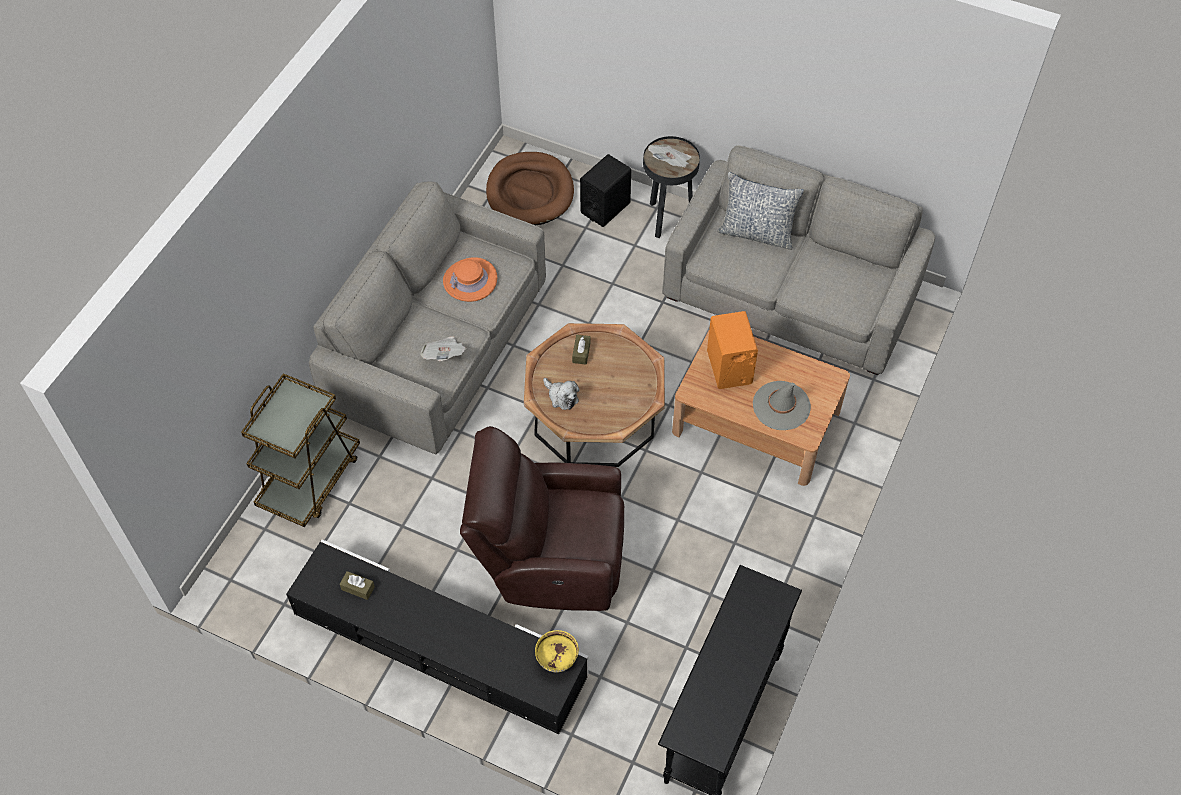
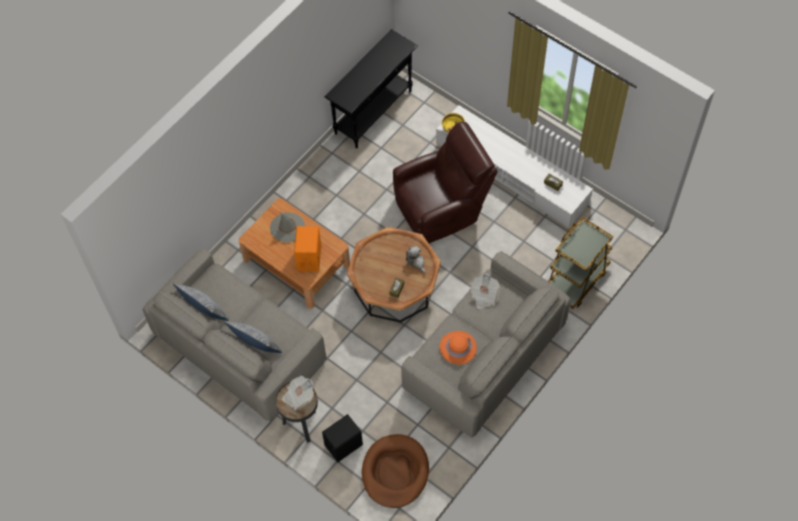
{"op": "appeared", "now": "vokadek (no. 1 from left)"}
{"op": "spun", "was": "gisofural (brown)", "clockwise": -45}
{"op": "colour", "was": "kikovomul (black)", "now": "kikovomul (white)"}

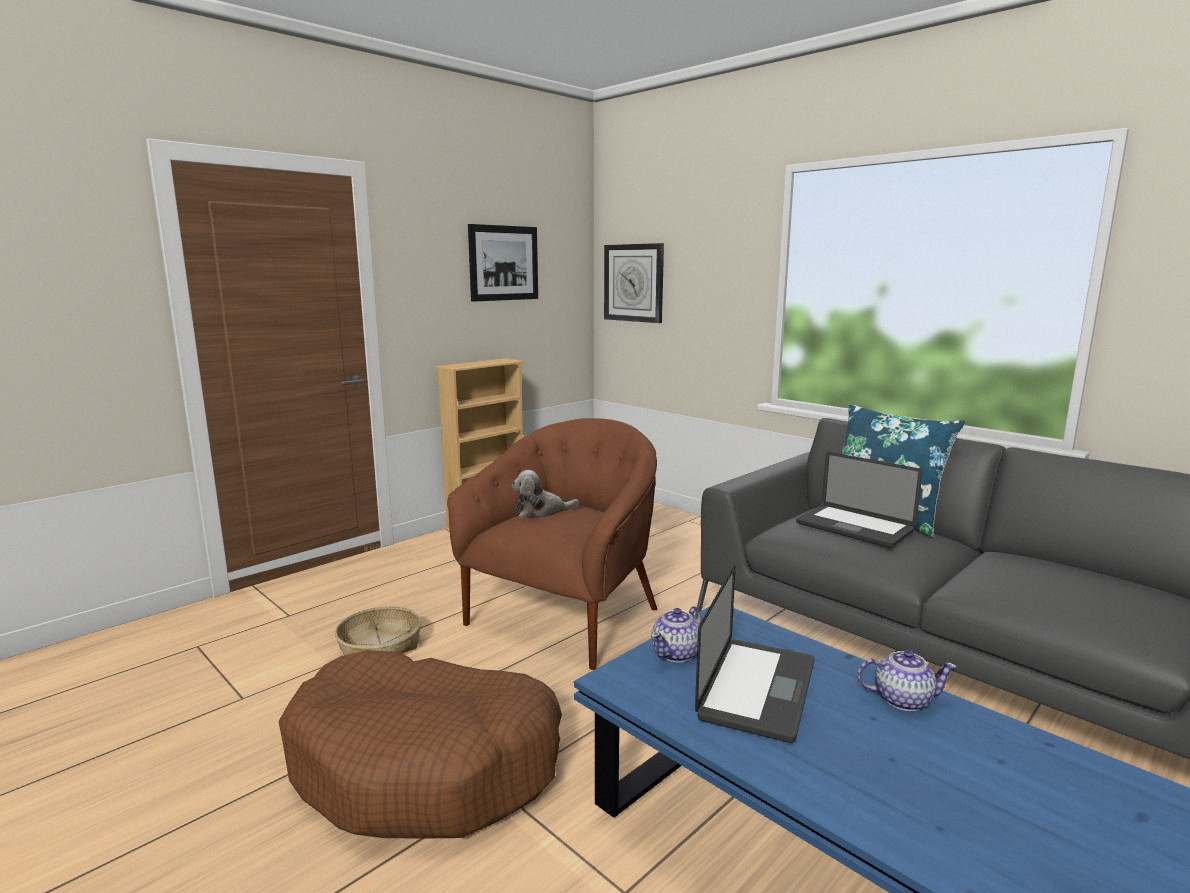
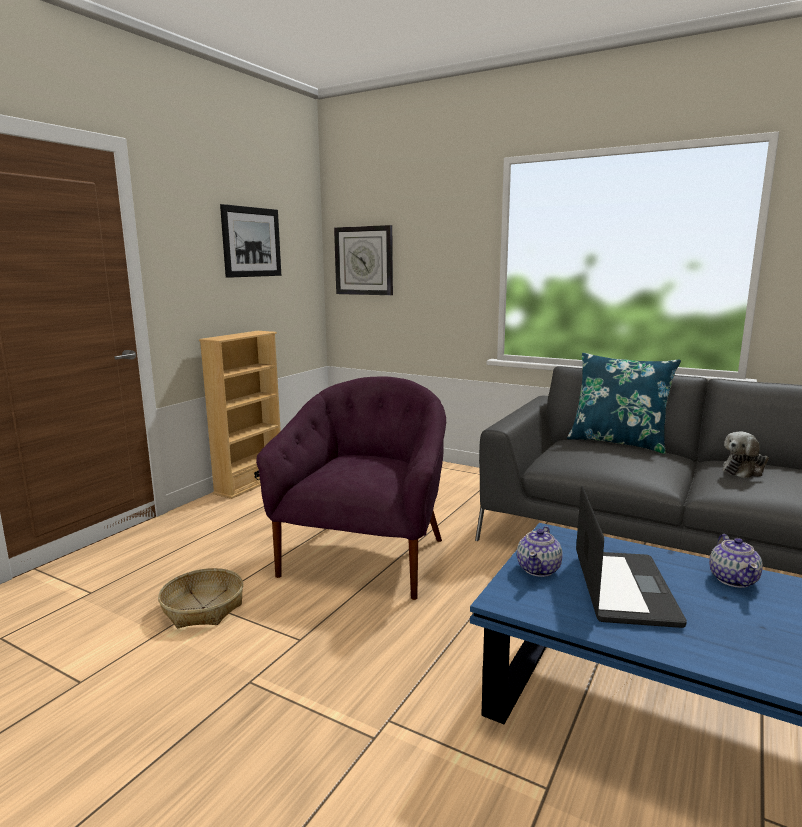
{"op": "colour", "was": "gisofural (brown)", "now": "gisofural (purple)"}
{"op": "spun", "was": "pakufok (no. 2 from left)", "clockwise": 105}
{"op": "relocated", "was": "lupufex"}
{"op": "missing", "was": "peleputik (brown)"}
{"op": "missing", "was": "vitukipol (no. 2 from left)"}

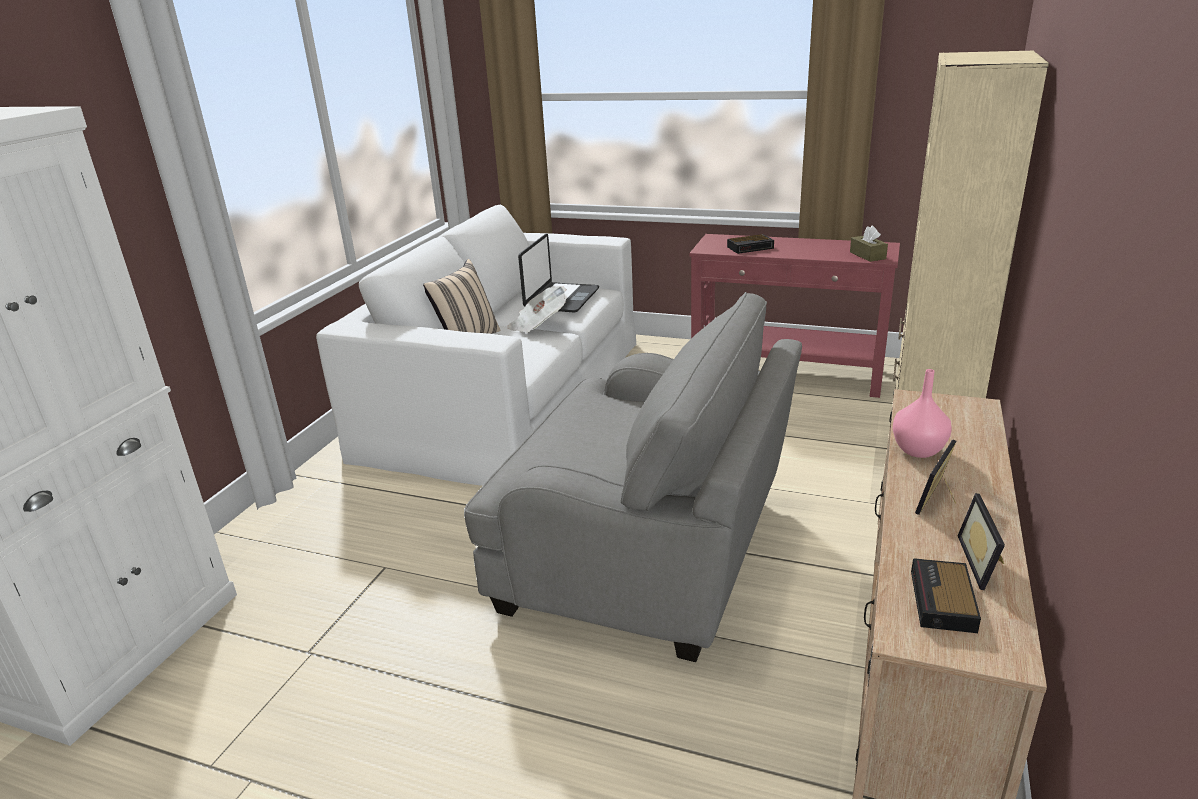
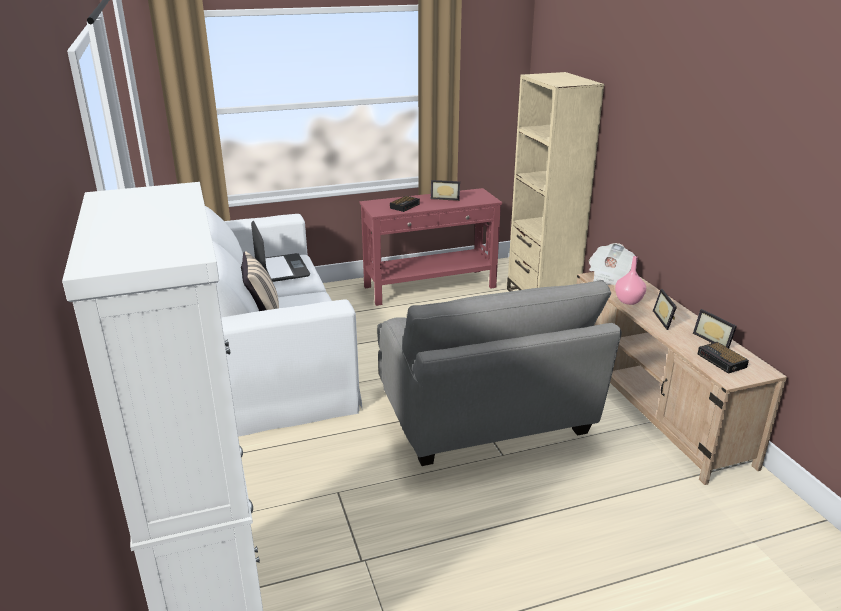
{"op": "spun", "was": "gisofural (grey)", "clockwise": 90}
{"op": "appeared", "now": "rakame (no. 1 from left)"}
{"op": "relocated", "was": "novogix"}
{"op": "missing", "was": "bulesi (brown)"}

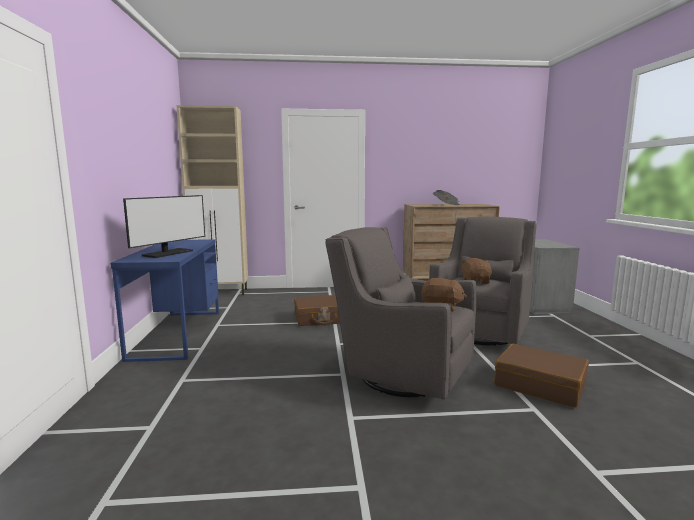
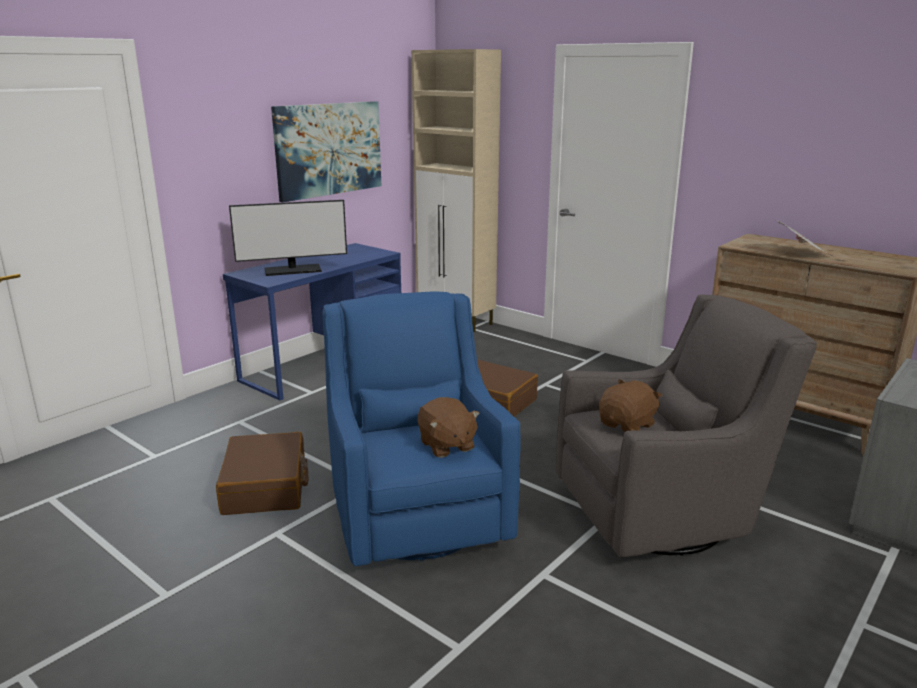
{"op": "relocated", "was": "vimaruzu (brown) (no. 2 from left in the first image)", "now": "vimaruzu (brown) (no. 1 from left)"}
{"op": "appeared", "now": "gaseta"}
{"op": "colour", "was": "gisofural (grey) (no. 1 from left)", "now": "gisofural (blue)"}

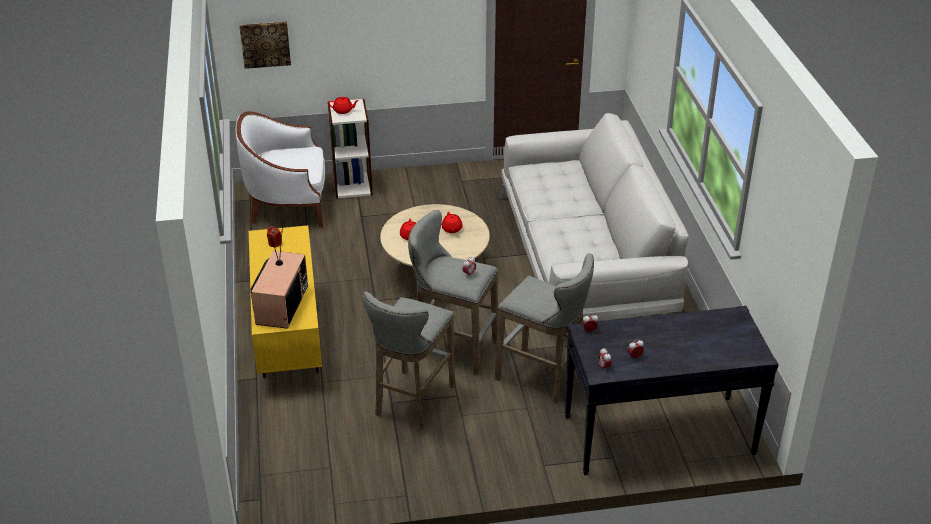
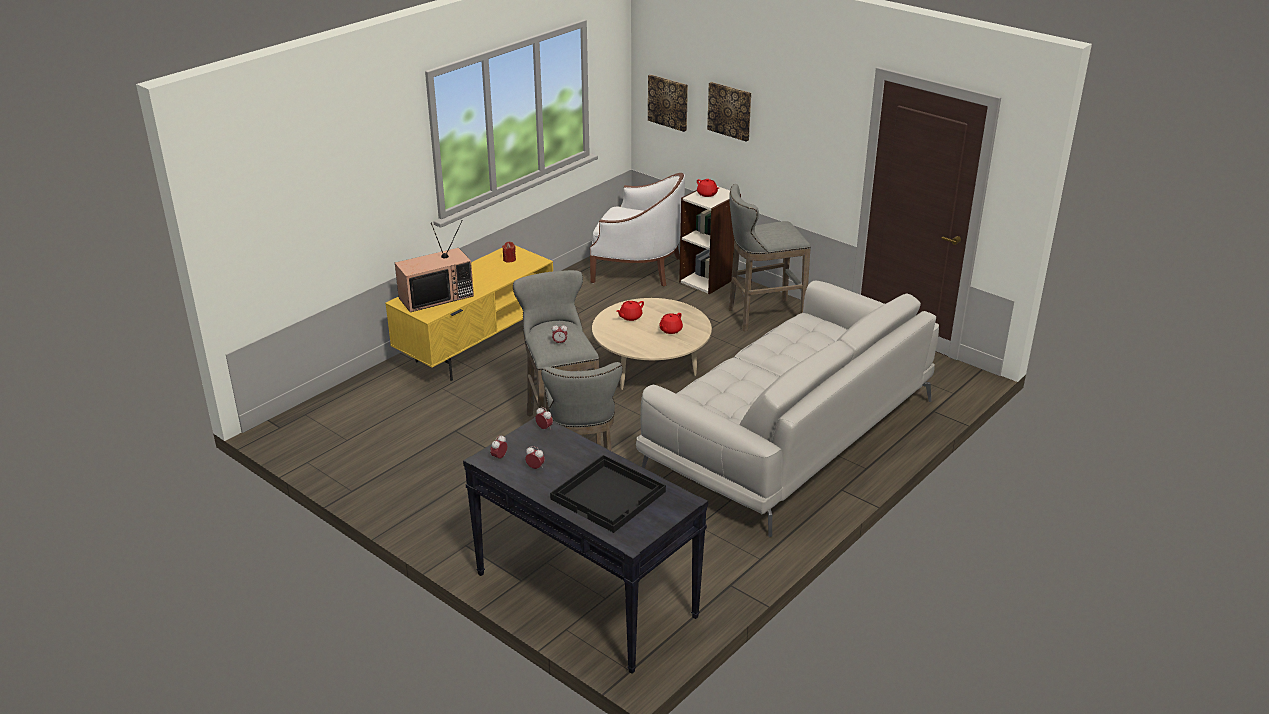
{"op": "appeared", "now": "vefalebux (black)"}
{"op": "spun", "was": "gisofural (white)", "clockwise": 150}
{"op": "appeared", "now": "gaseta (no. 2 from left)"}
{"op": "relocated", "was": "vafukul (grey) (no. 1 from left in the first image)", "now": "vafukul (grey) (no. 3 from left)"}

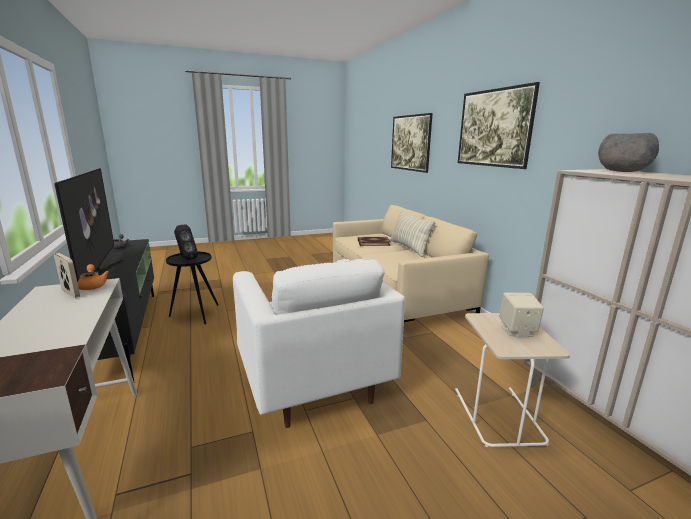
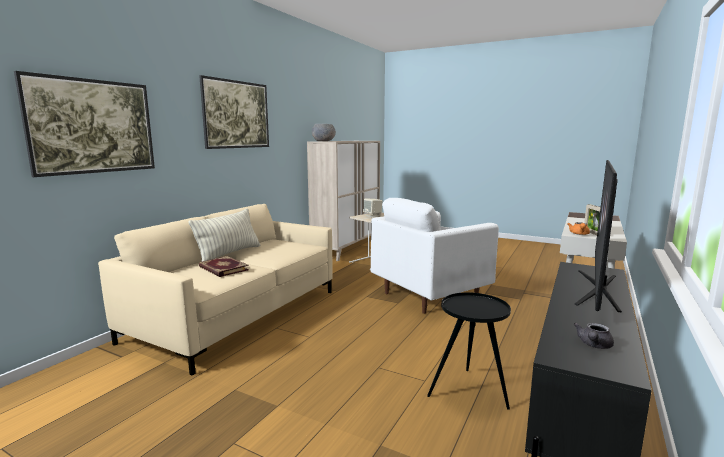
{"op": "spun", "was": "gisofural (white)", "clockwise": -150}
{"op": "missing", "was": "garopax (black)"}

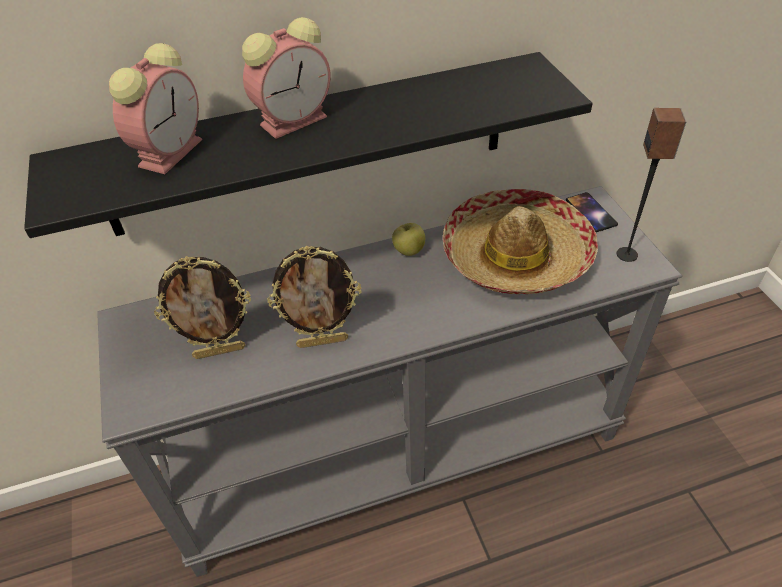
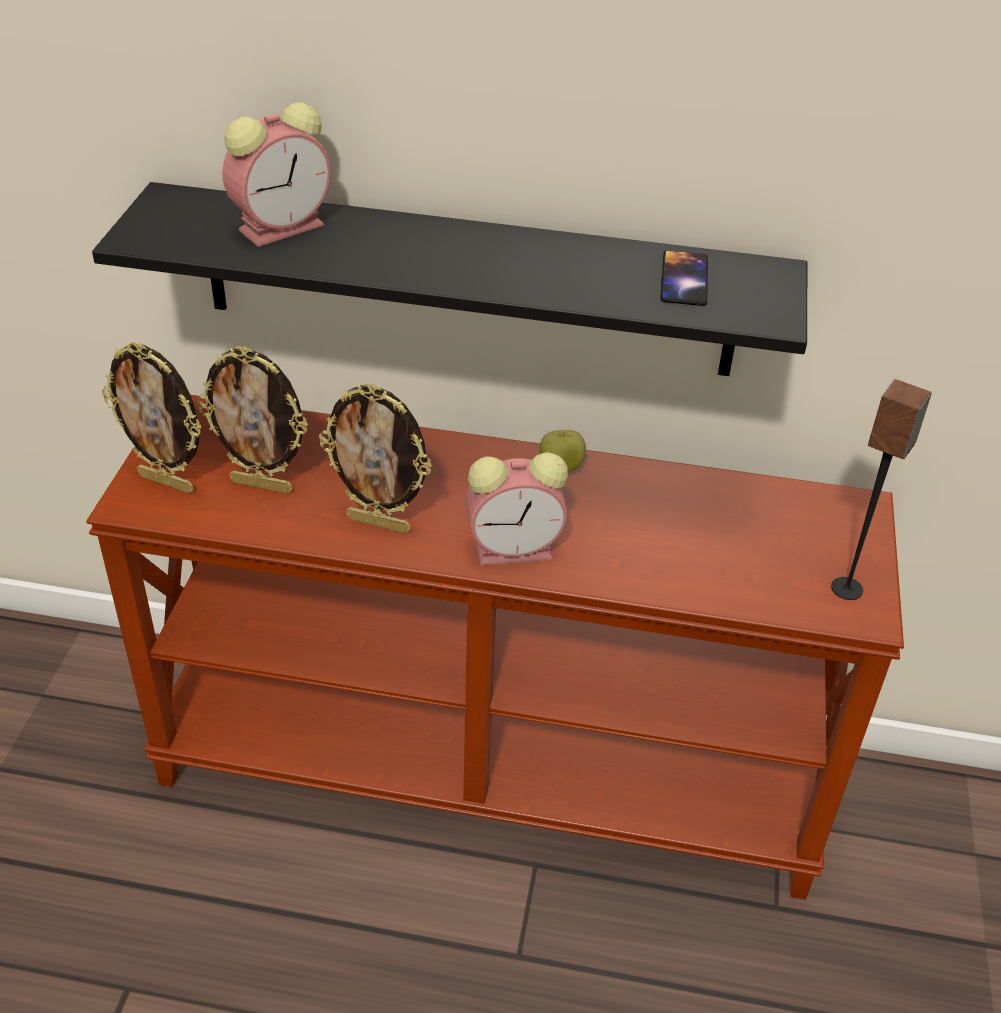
{"op": "colour", "was": "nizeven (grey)", "now": "nizeven (brown)"}
{"op": "appeared", "now": "rakame (no. 1 from left)"}
{"op": "relocated", "was": "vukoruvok (no. 2 from left)"}
{"op": "relocated", "was": "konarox"}
{"op": "missing", "was": "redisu"}

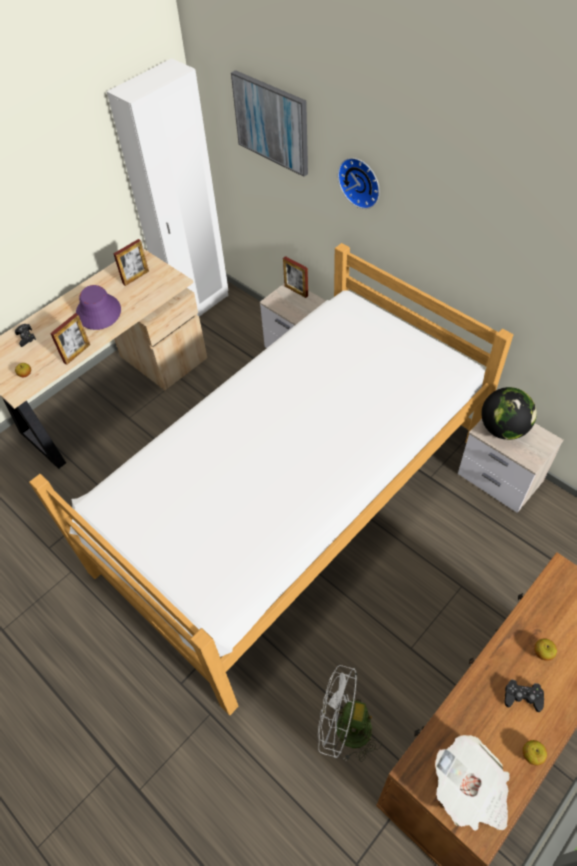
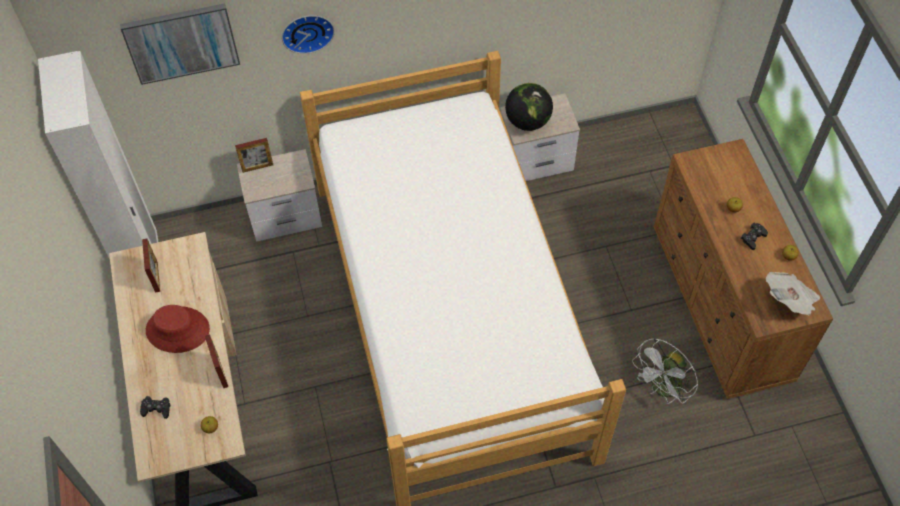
{"op": "colour", "was": "redisu (purple)", "now": "redisu (red)"}

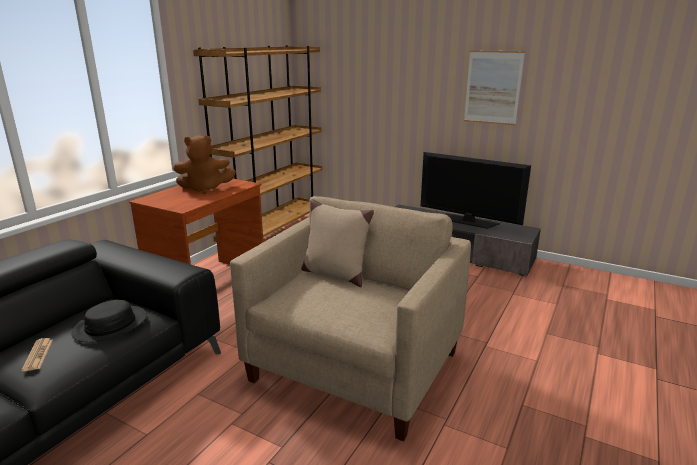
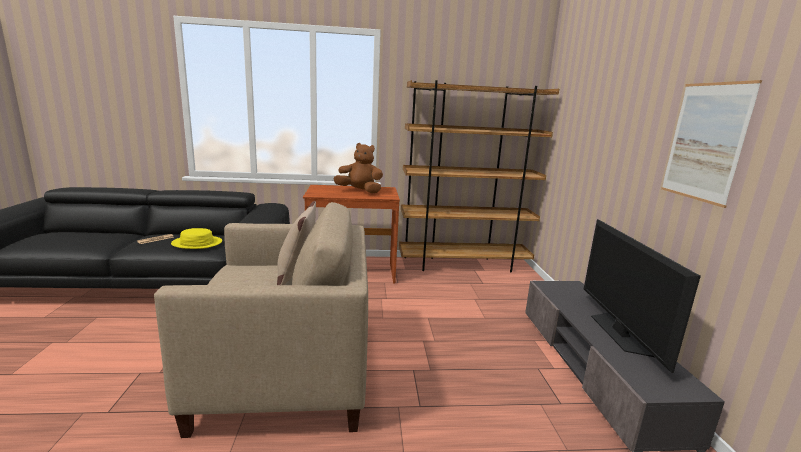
{"op": "colour", "was": "redisu (black)", "now": "redisu (yellow)"}
{"op": "spun", "was": "lupufex (brown)", "clockwise": 150}

